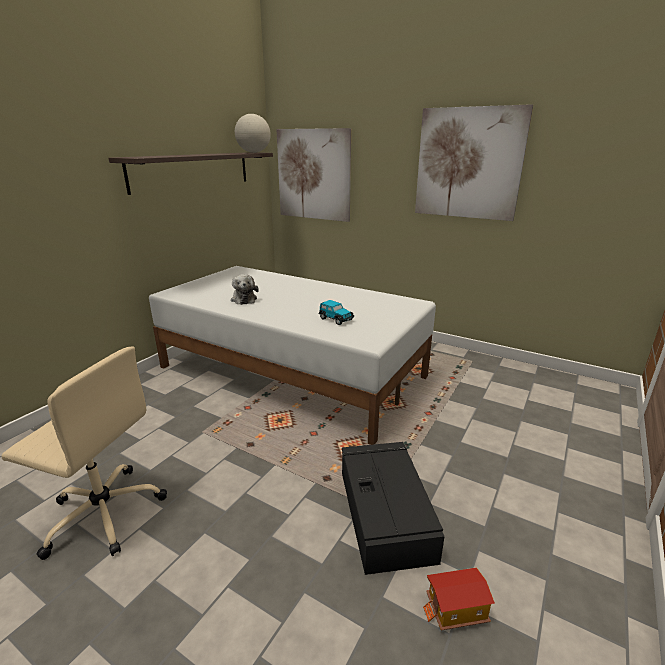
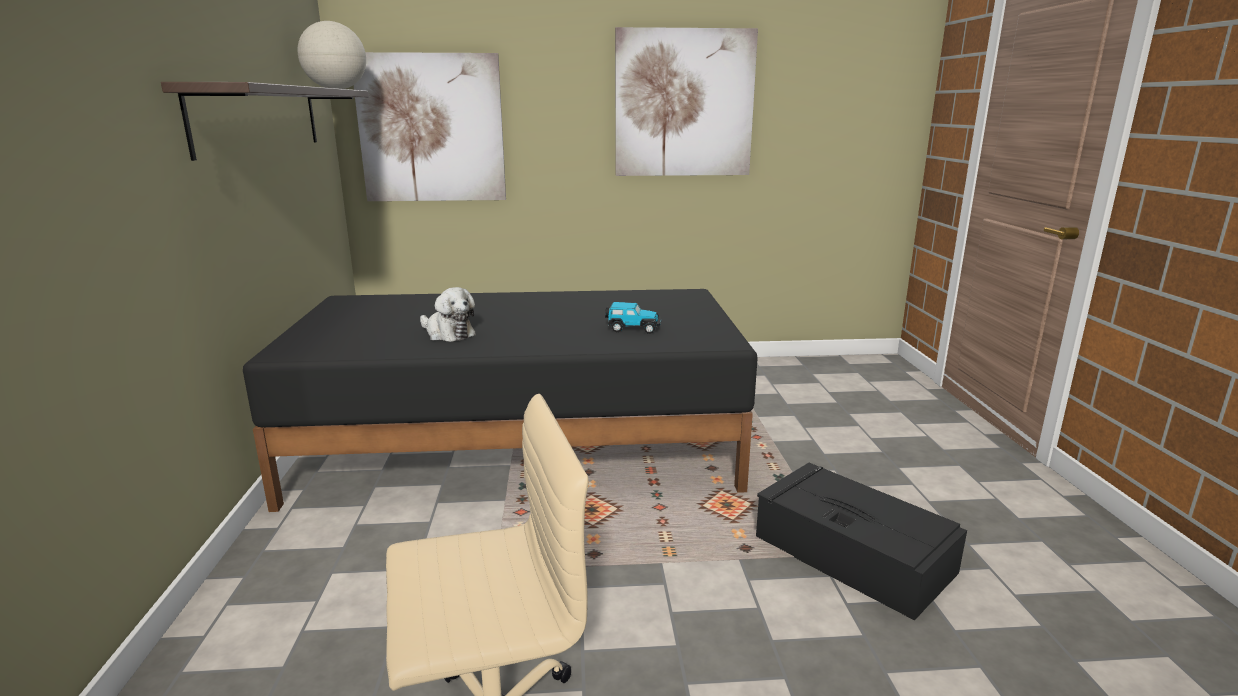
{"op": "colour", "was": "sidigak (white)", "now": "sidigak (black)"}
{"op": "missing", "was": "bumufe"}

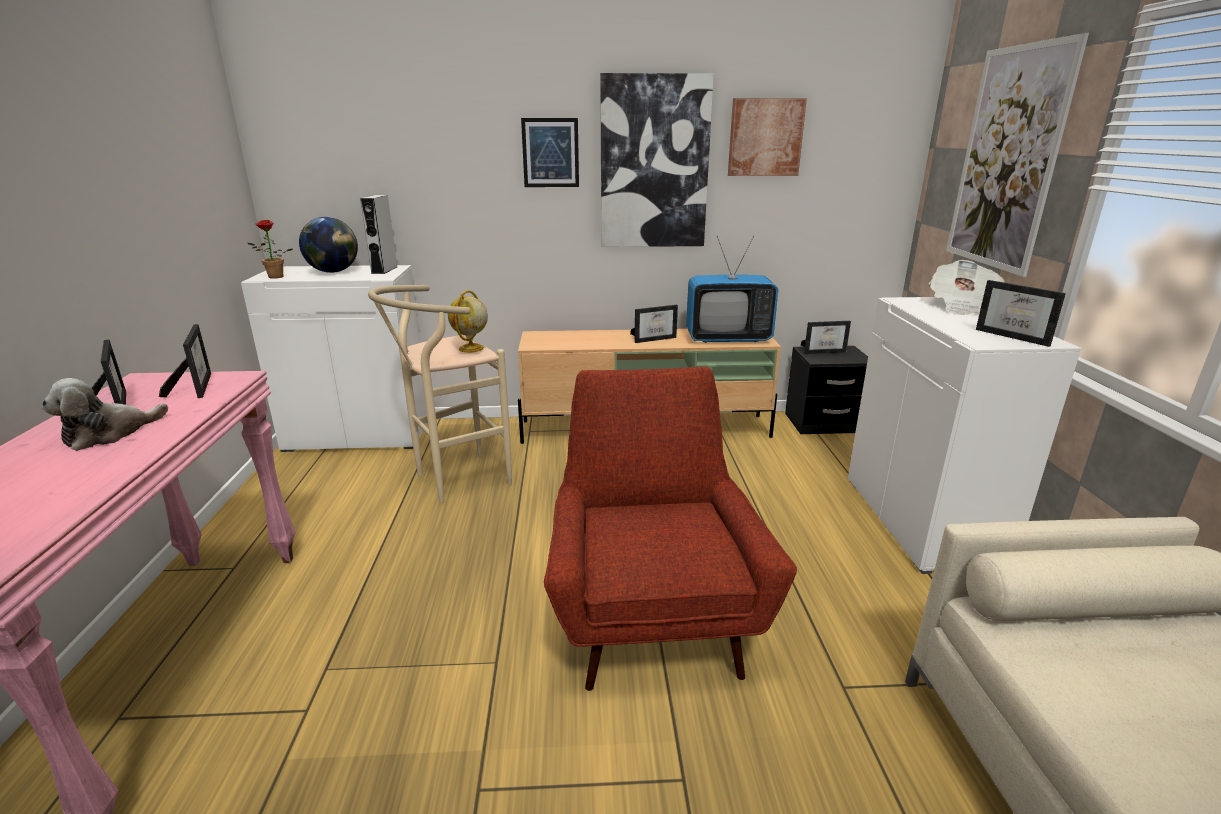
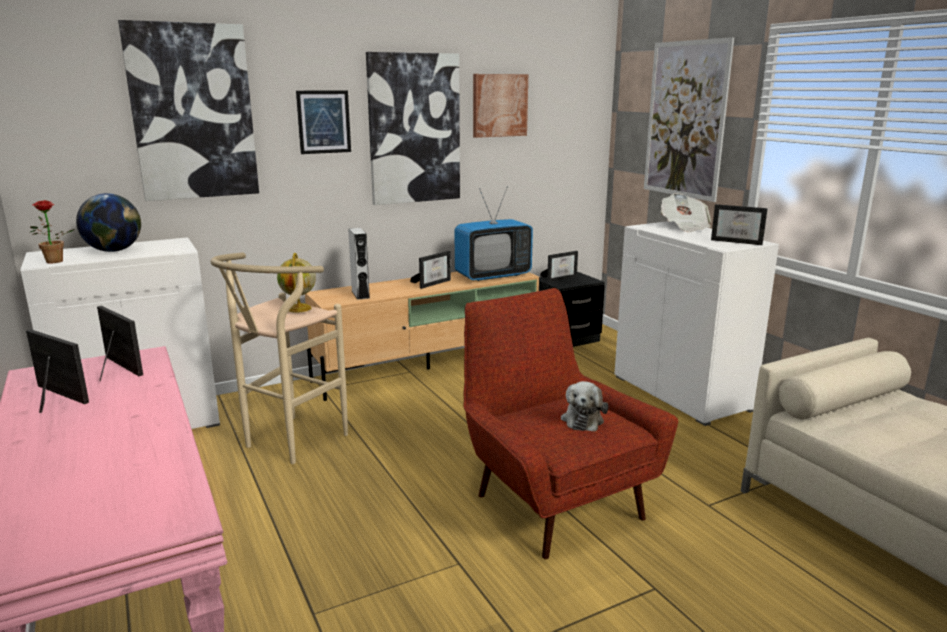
{"op": "appeared", "now": "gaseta (no. 1 from left)"}
{"op": "relocated", "was": "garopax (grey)"}
{"op": "relocated", "was": "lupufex"}

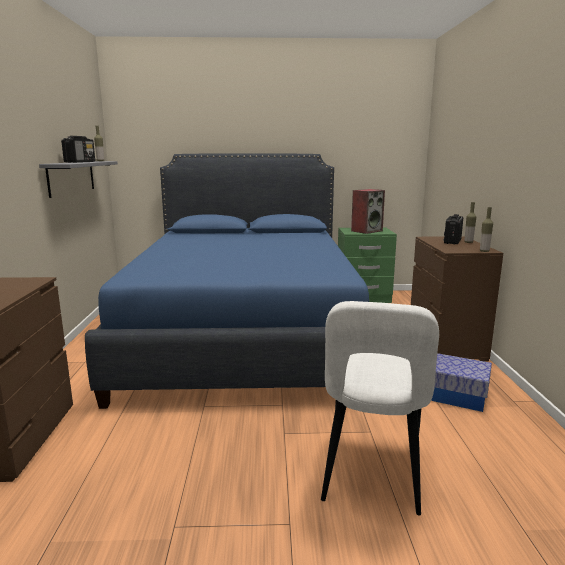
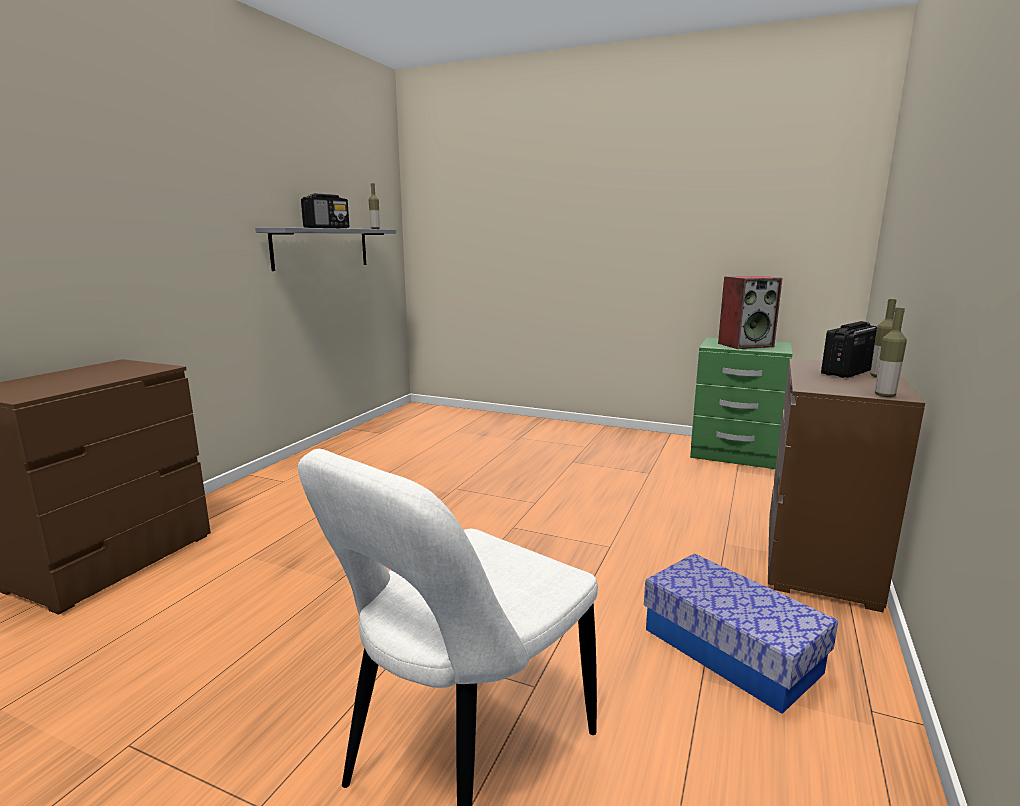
{"op": "missing", "was": "sidigak (blue)"}

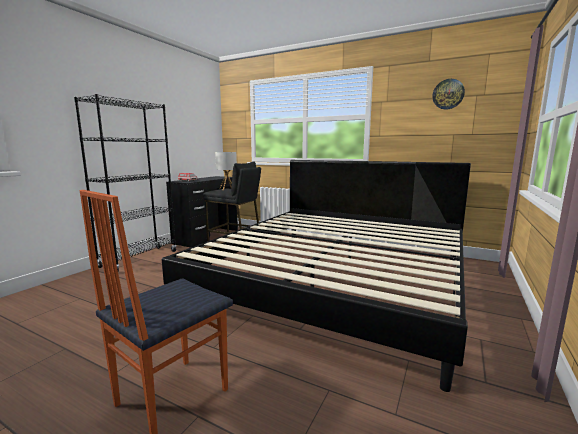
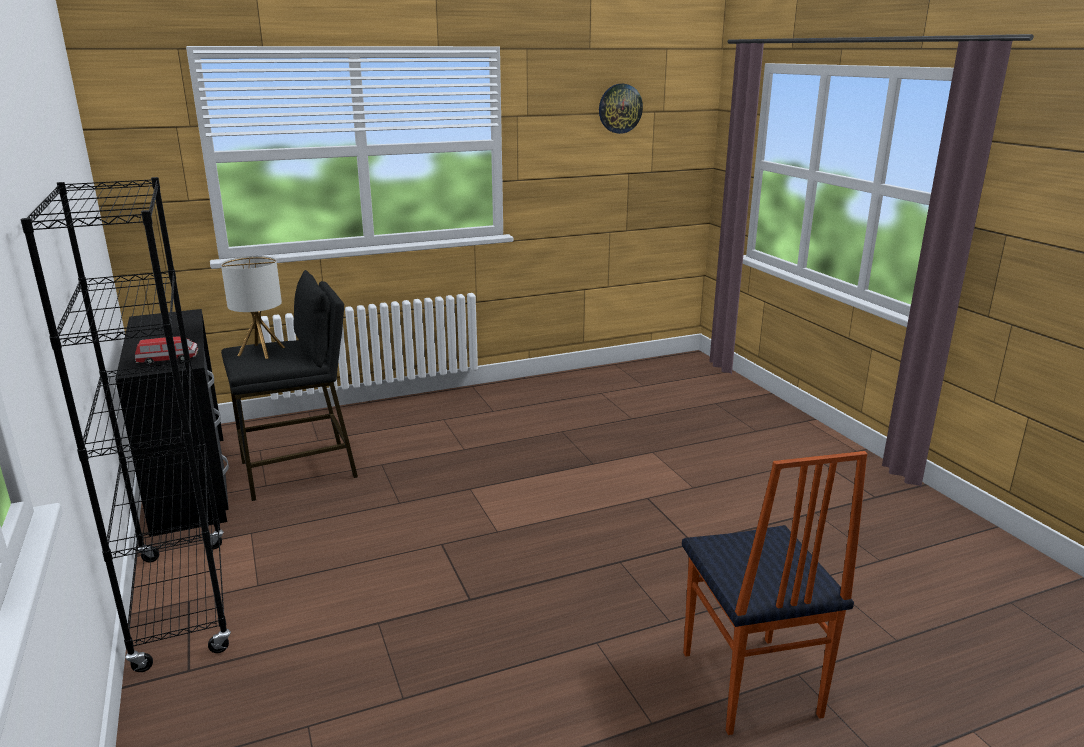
{"op": "missing", "was": "sidigak"}

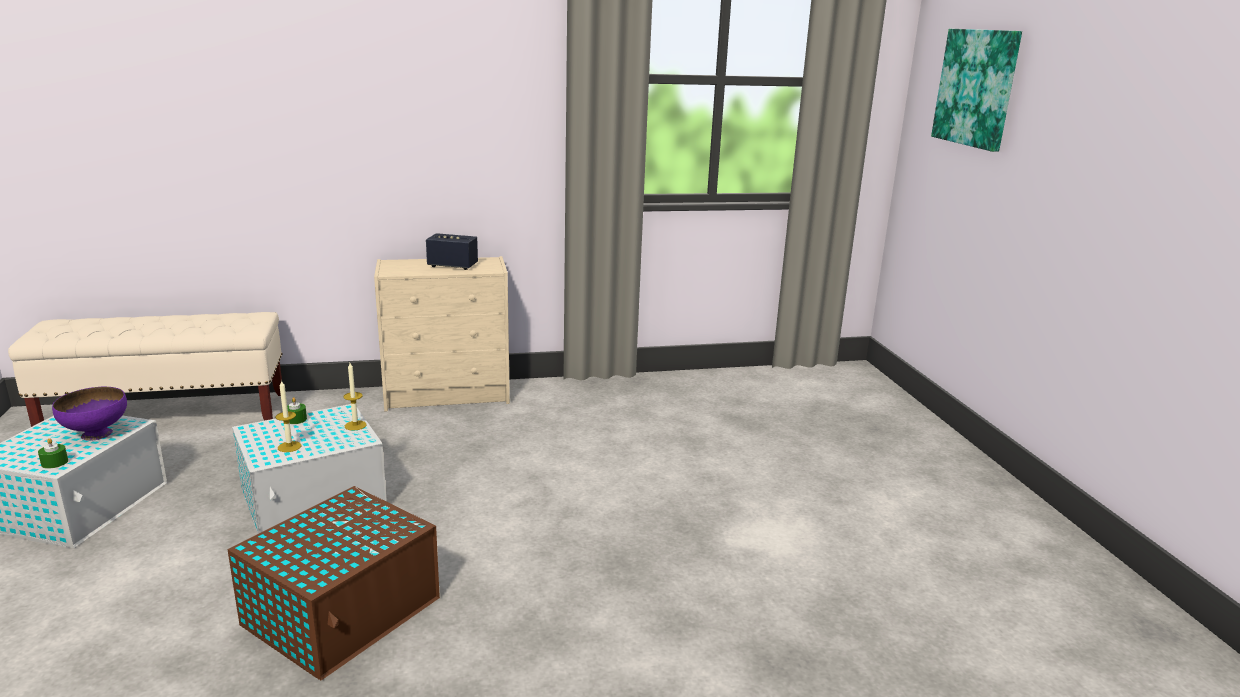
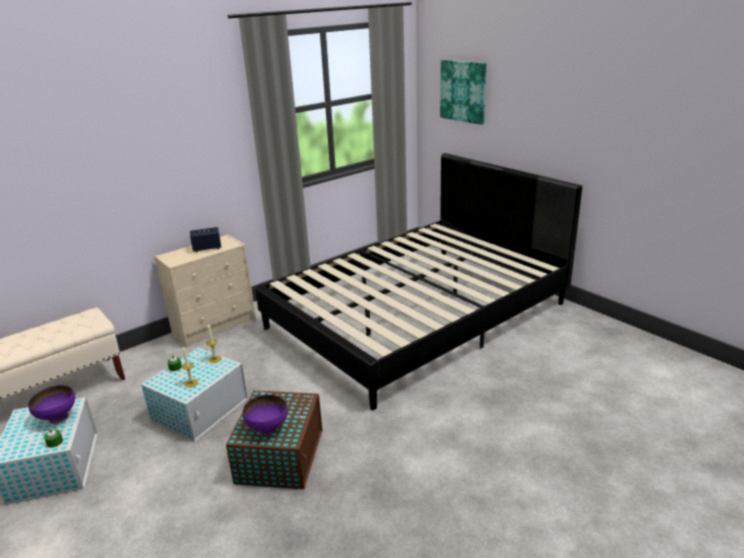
{"op": "appeared", "now": "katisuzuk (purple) (no. 2 from left)"}
{"op": "appeared", "now": "sidigak (black)"}

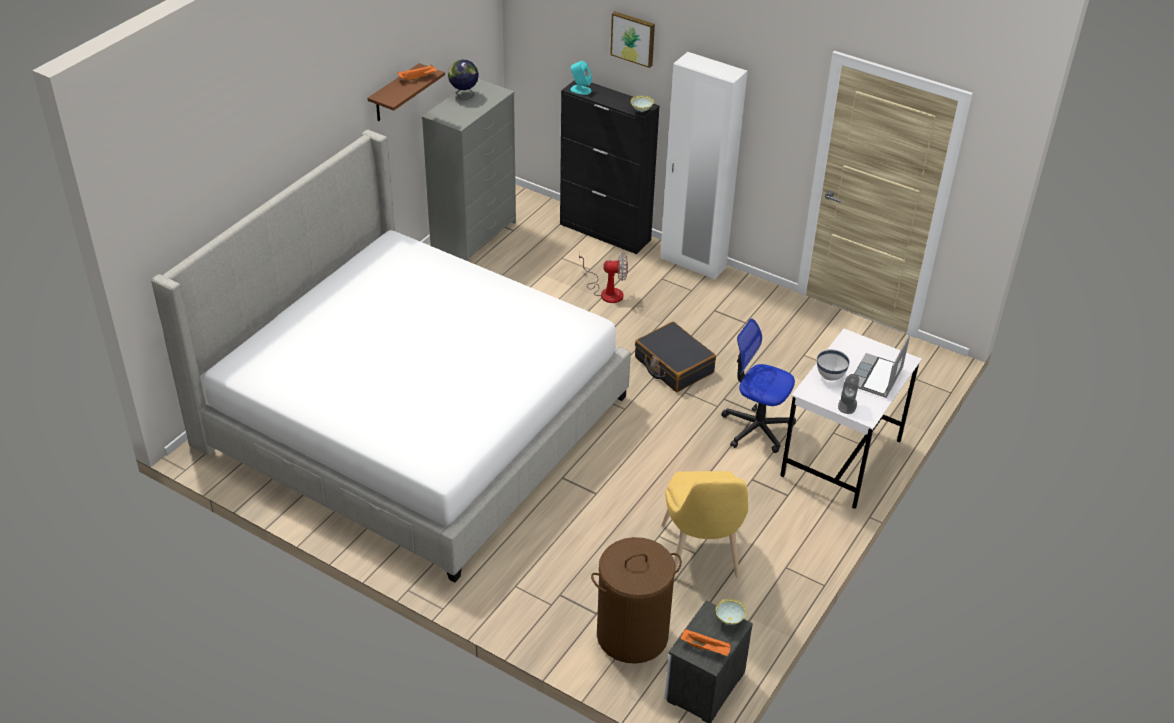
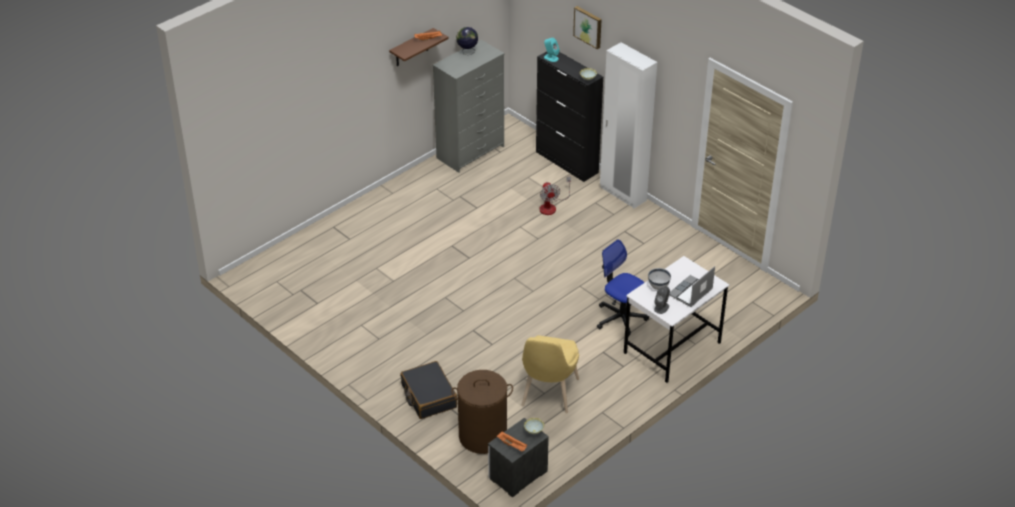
{"op": "relocated", "was": "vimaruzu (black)"}
{"op": "spun", "was": "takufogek", "clockwise": 60}
{"op": "missing", "was": "sidigak"}

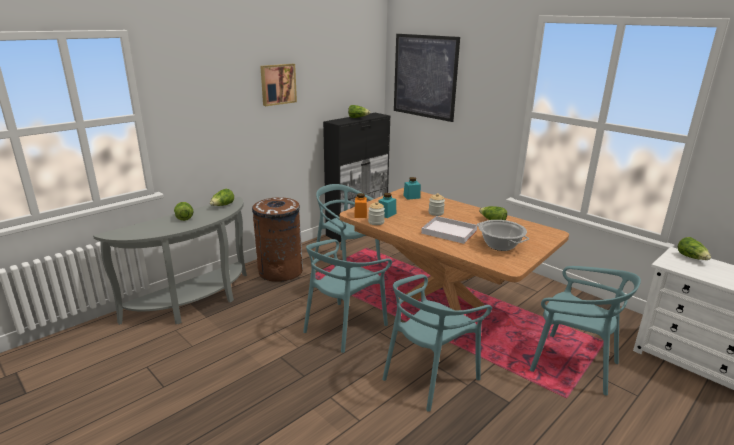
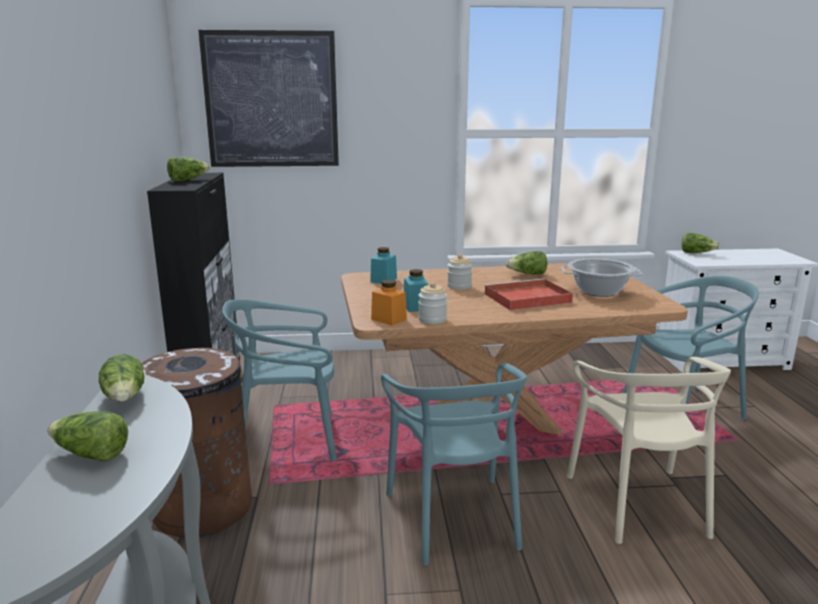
{"op": "colour", "was": "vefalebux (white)", "now": "vefalebux (red)"}
{"op": "colour", "was": "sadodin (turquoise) (no. 3 from left)", "now": "sadodin (beige)"}
{"op": "missing", "was": "gaseta (no. 1 from left)"}

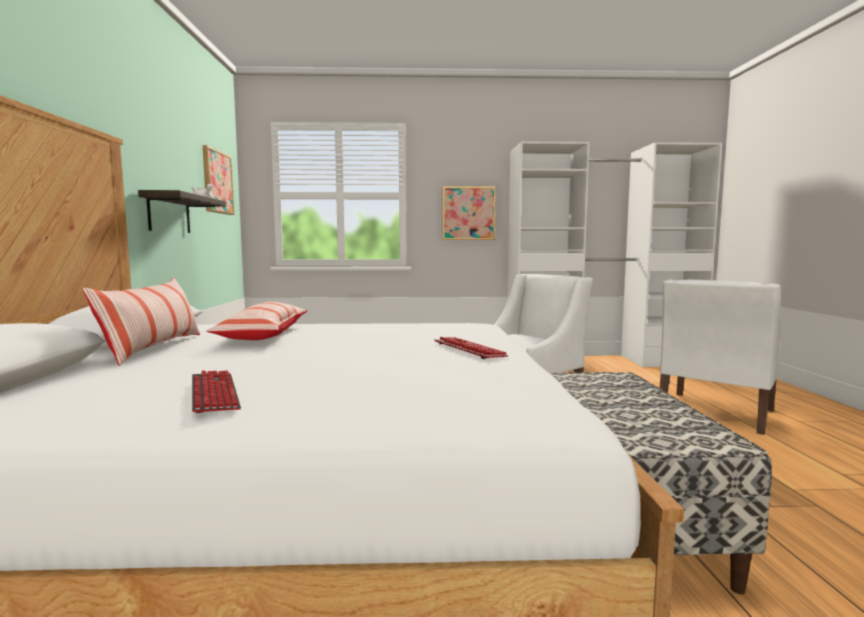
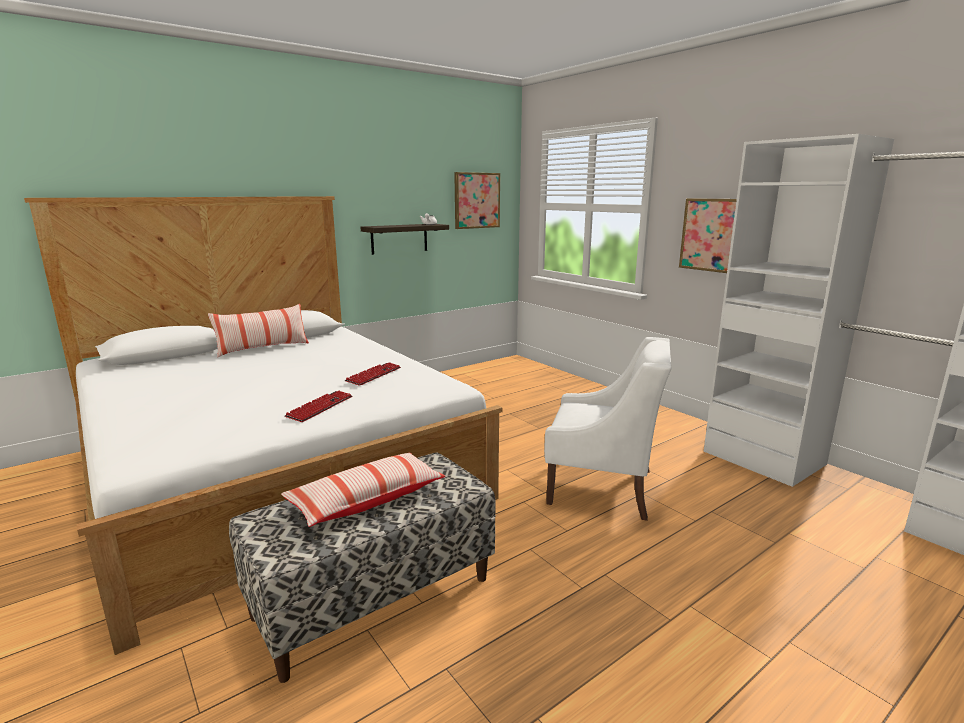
{"op": "relocated", "was": "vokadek (no. 2 from left)"}
{"op": "relocated", "was": "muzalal (no. 1 from left in the first image)", "now": "muzalal (no. 2 from left)"}
{"op": "missing", "was": "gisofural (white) (no. 2 from left)"}

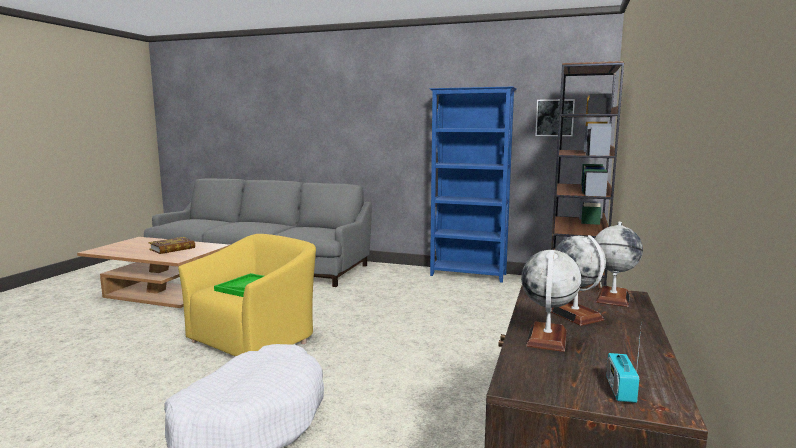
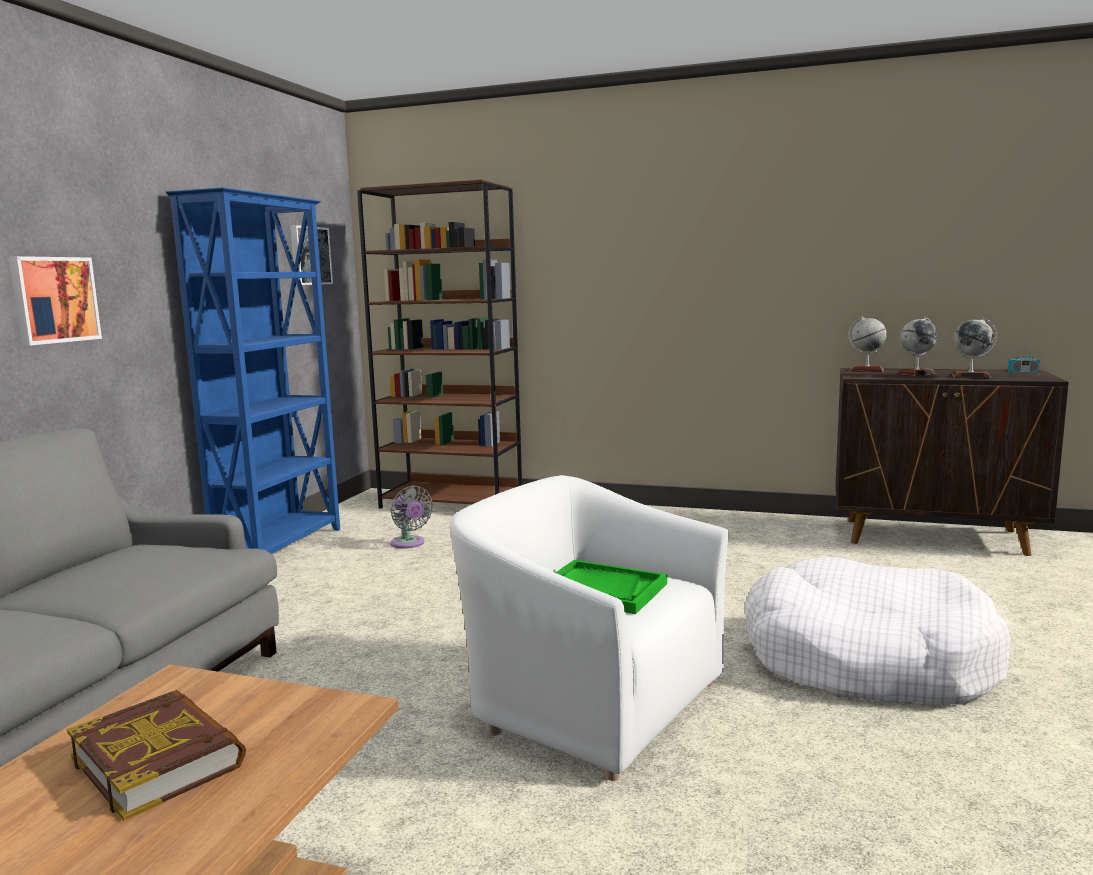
{"op": "appeared", "now": "gaseta (no. 1 from left)"}
{"op": "appeared", "now": "takufogek (grey)"}
{"op": "colour", "was": "gisofural (yellow)", "now": "gisofural (white)"}

